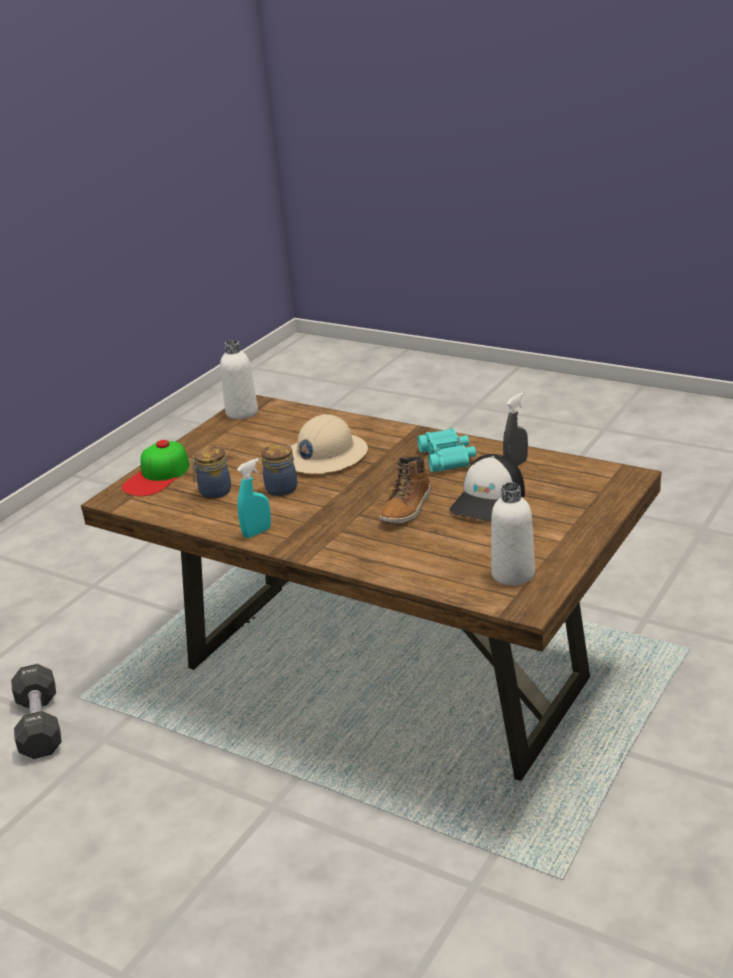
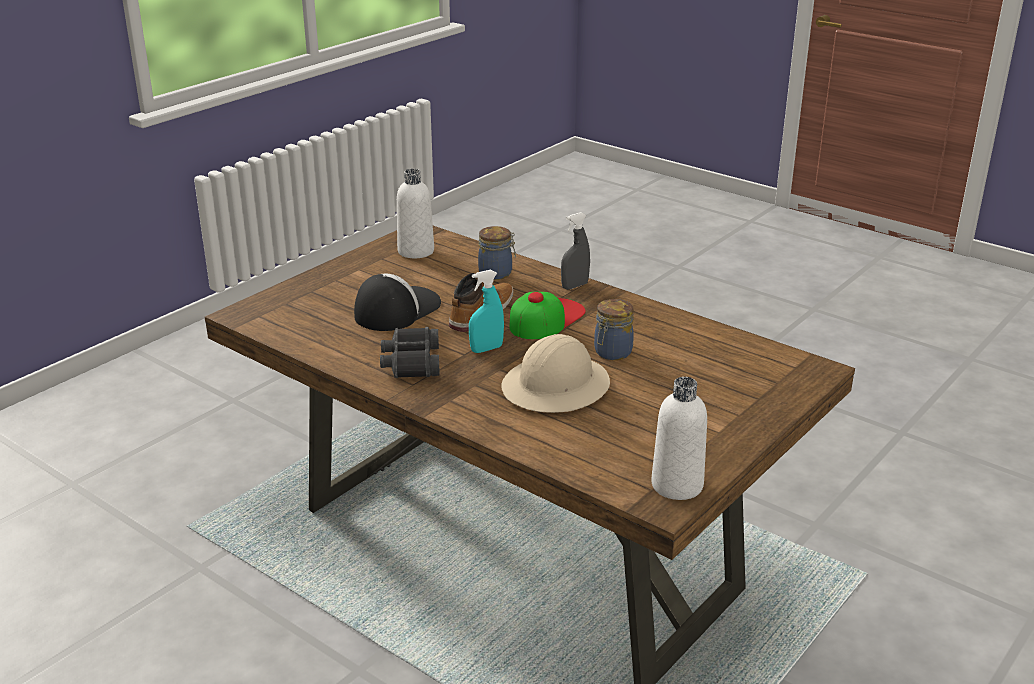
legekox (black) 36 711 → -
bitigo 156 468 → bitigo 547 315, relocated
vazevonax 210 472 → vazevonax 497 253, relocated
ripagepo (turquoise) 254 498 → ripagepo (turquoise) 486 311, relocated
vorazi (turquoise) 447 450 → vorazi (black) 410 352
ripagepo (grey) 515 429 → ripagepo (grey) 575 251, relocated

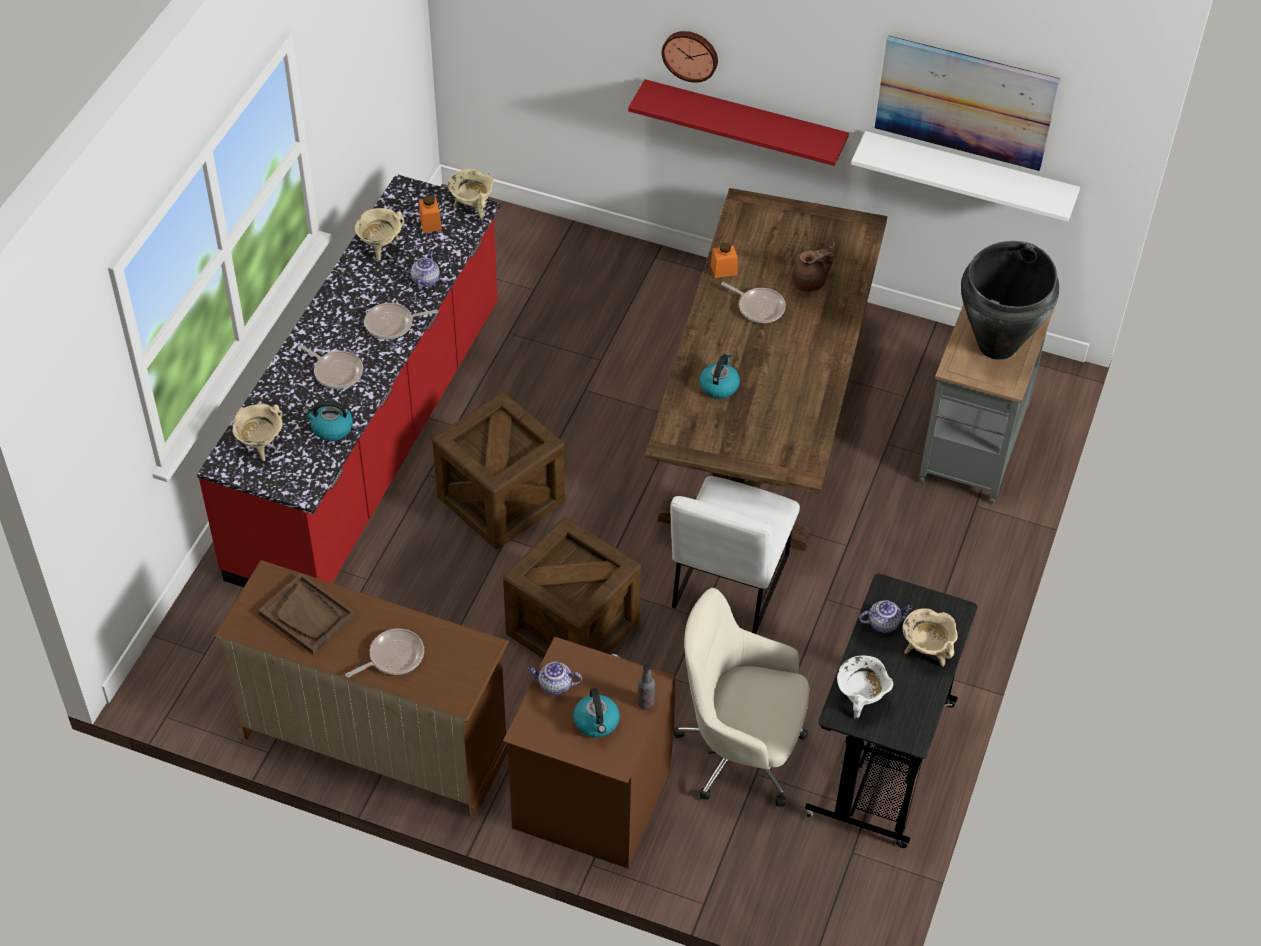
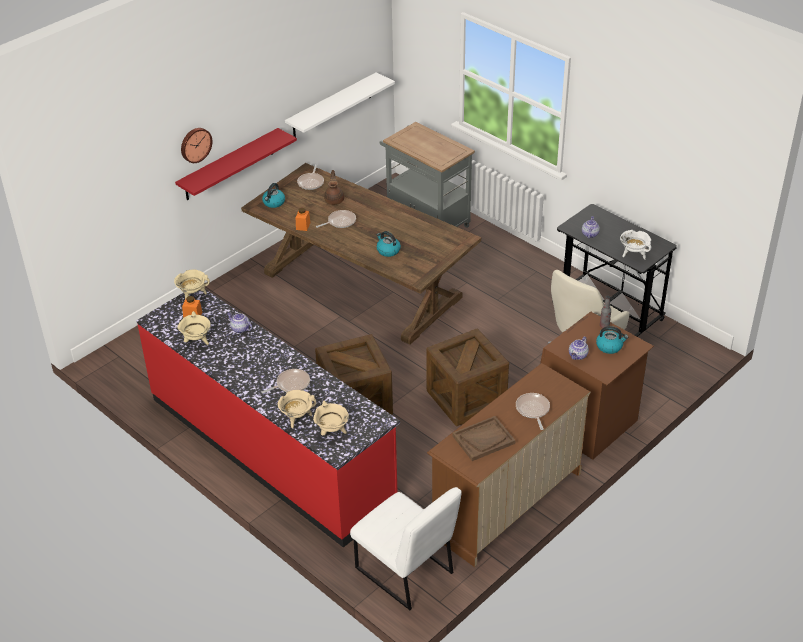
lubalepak 328 420 → lubalepak 273 195, relocated
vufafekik 401 321 → vufafekik 310 177, relocated
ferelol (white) 735 555 → ferelol (white) 406 548, relocated
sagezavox 967 103 → -
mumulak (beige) 930 638 → mumulak (beige) 297 409, relocated
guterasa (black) 1010 300 → -

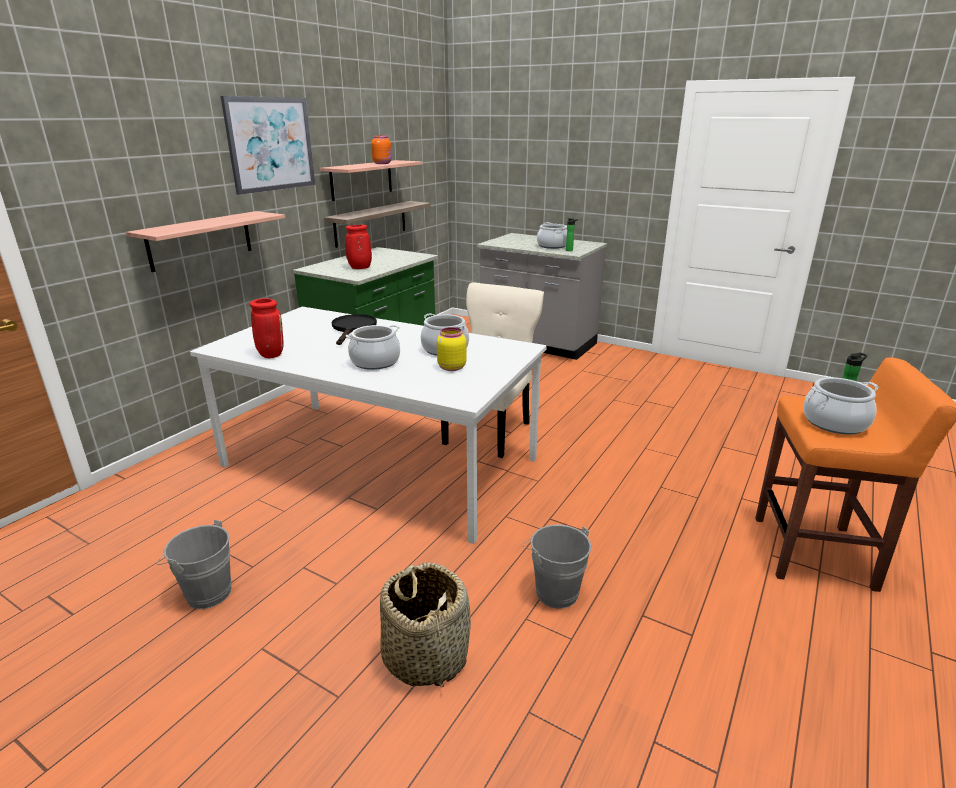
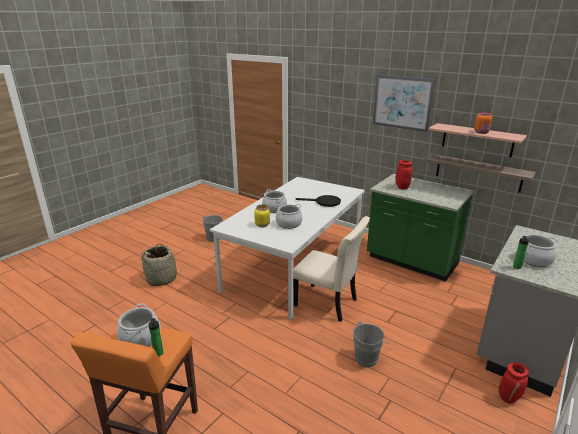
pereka 205 241 → -
guterasa (red) 266 328 → guterasa (red) 514 382, relocated
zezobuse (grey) 557 566 → zezobuse (grey) 371 344, relocated

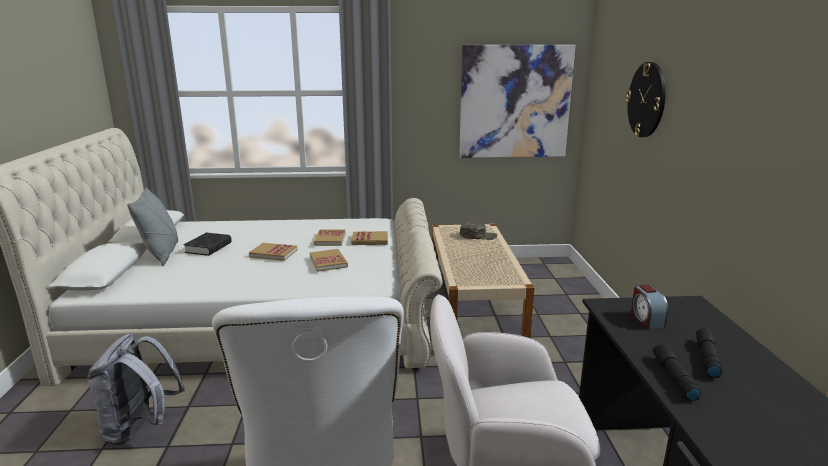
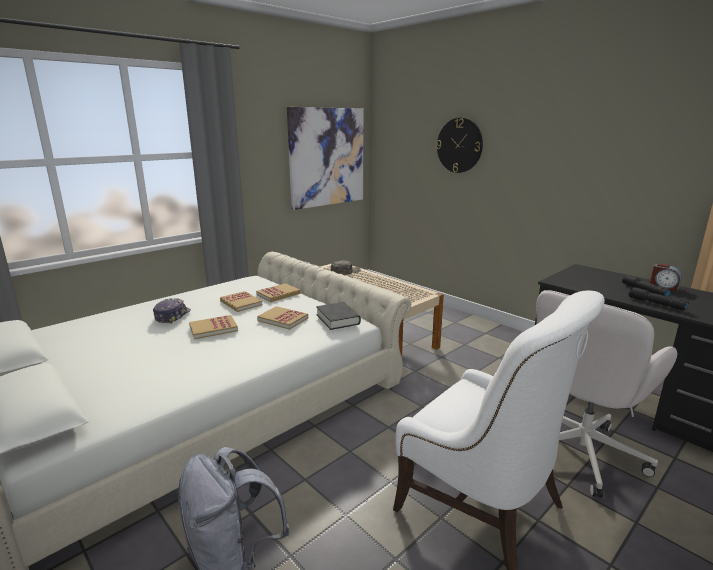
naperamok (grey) 152 226 → -
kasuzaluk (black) 207 244 → kasuzaluk (black) 338 316, relocated
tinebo 649 306 → tinebo 666 277, relocated
- → bitigo 172 311

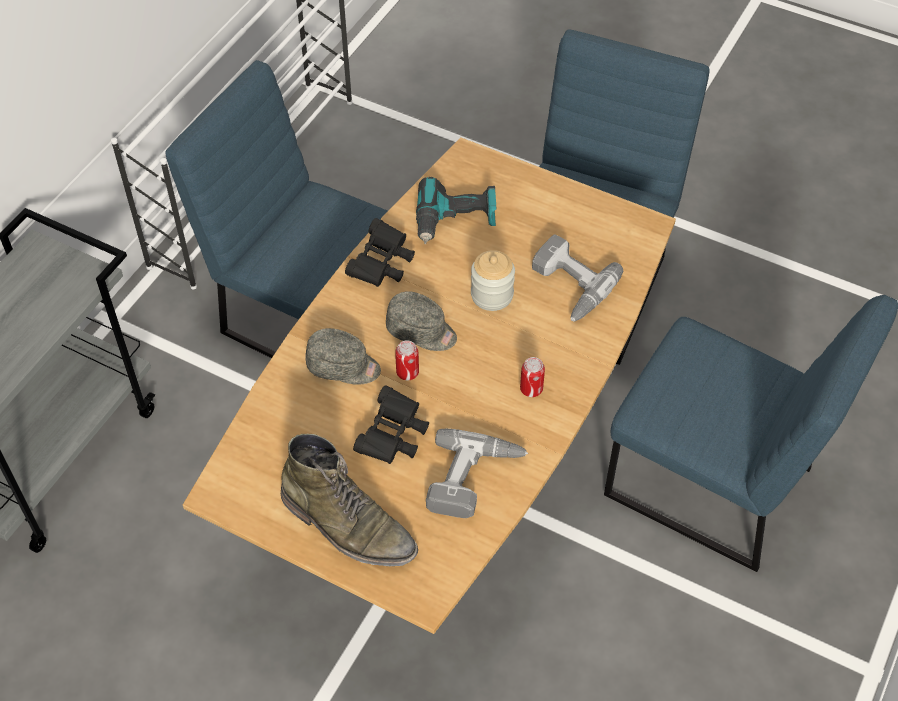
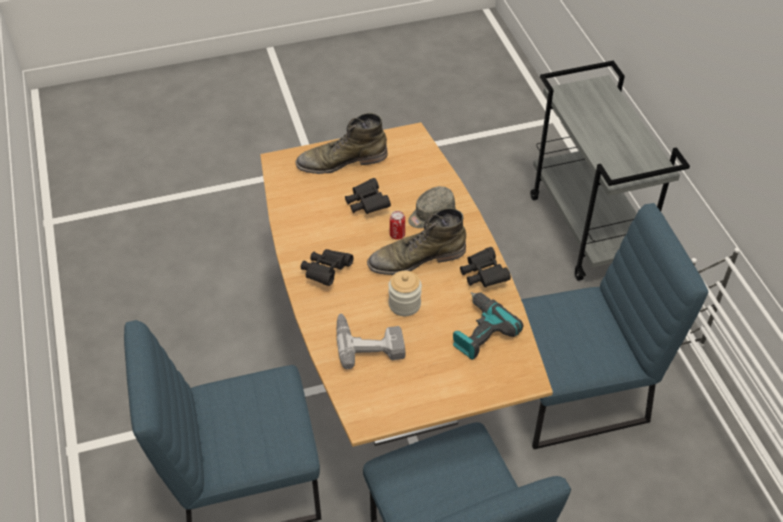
bitigo (grey) 421 321 → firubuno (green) 416 241
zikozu 477 473 → -
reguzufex 532 377 → vorazi (black) 327 267

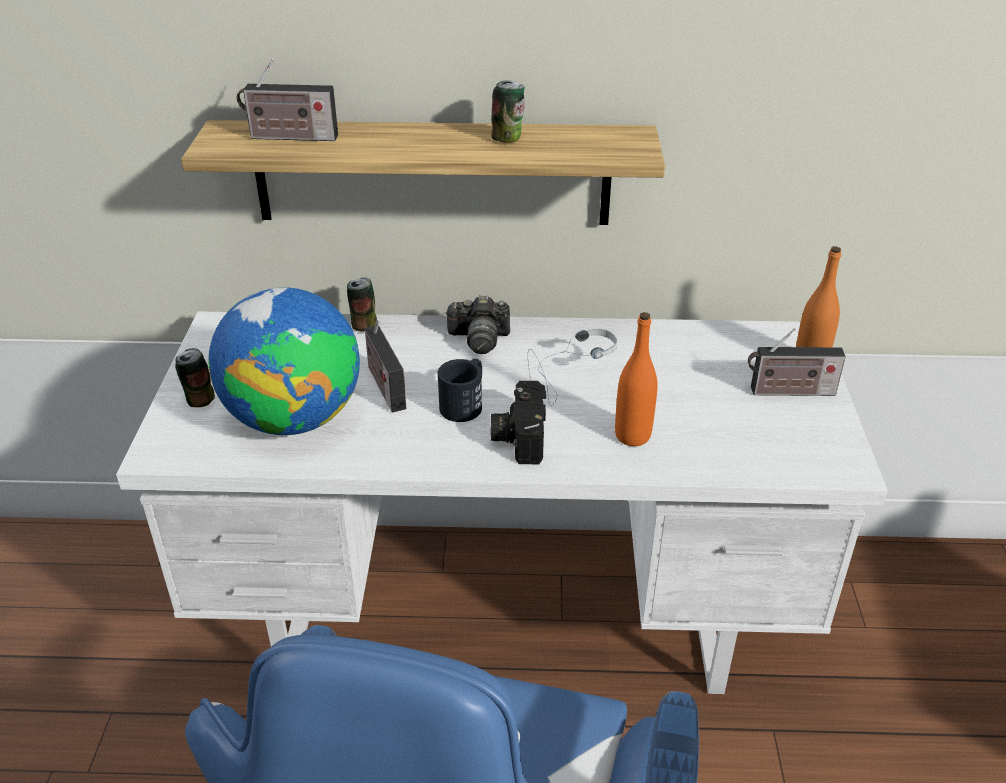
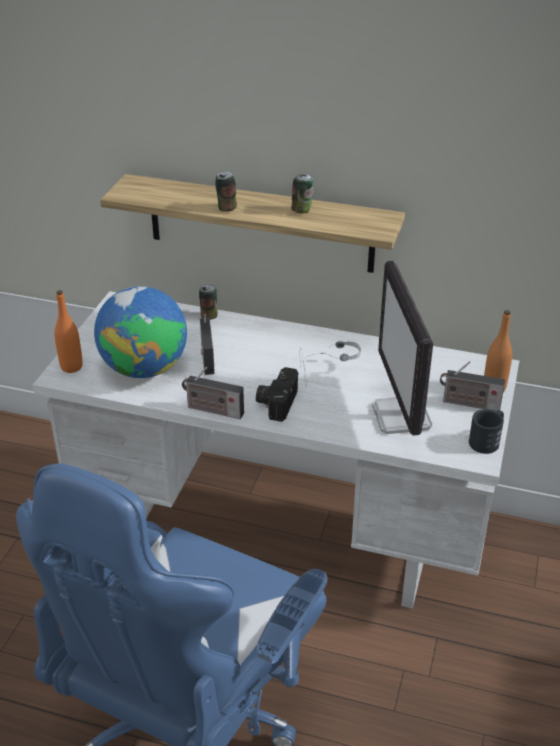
reguzufex 195 377 → reguzufex 226 191, relocated
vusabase 287 100 → vusabase 213 393, relocated
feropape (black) 460 390 → feropape (black) 486 431, relocated
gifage 477 324 → -
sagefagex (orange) 636 379 → sagefagex (orange) 68 331, relocated
- → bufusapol 402 348

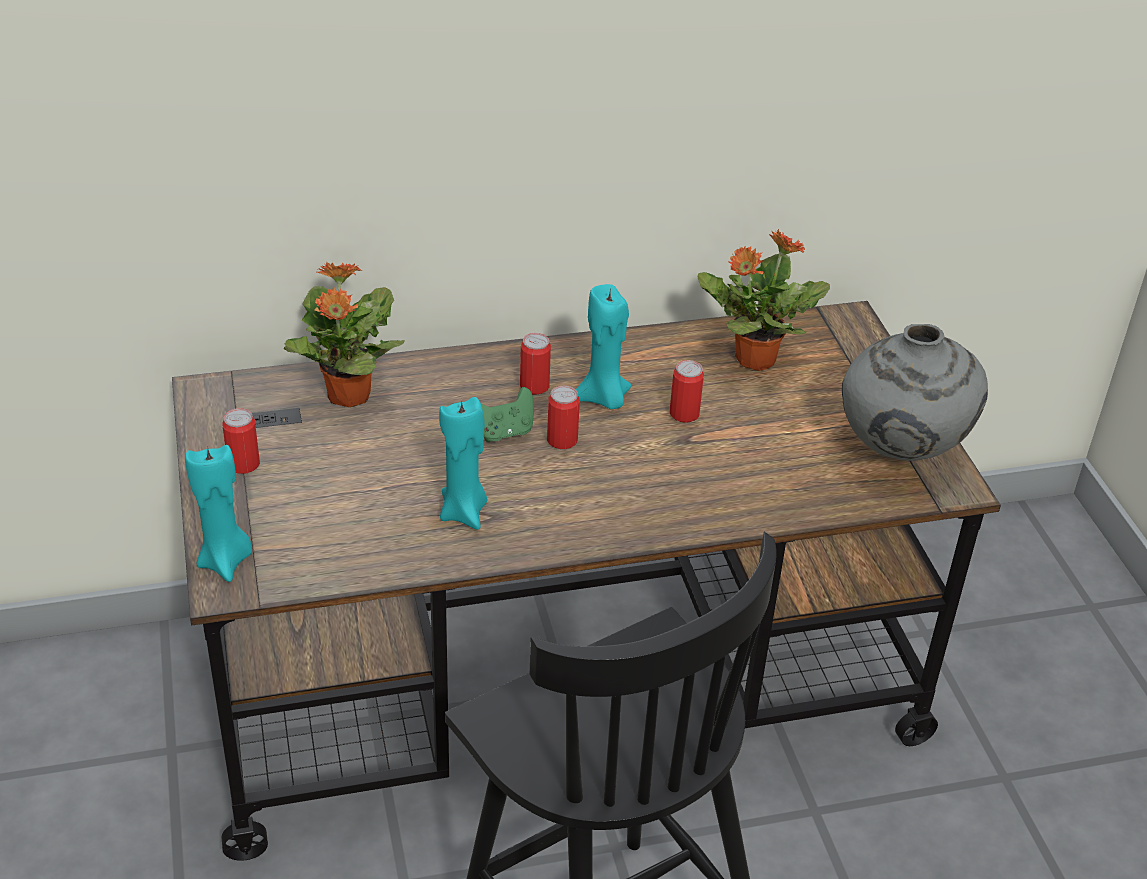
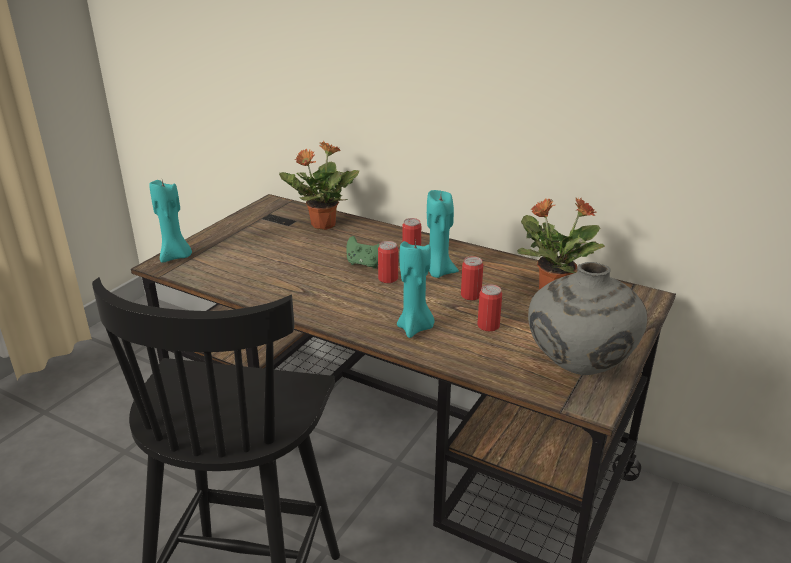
reguzufex 241 441 → reguzufex 489 307, relocated
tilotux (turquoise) 463 463 → tilotux (turquoise) 415 289, relocated

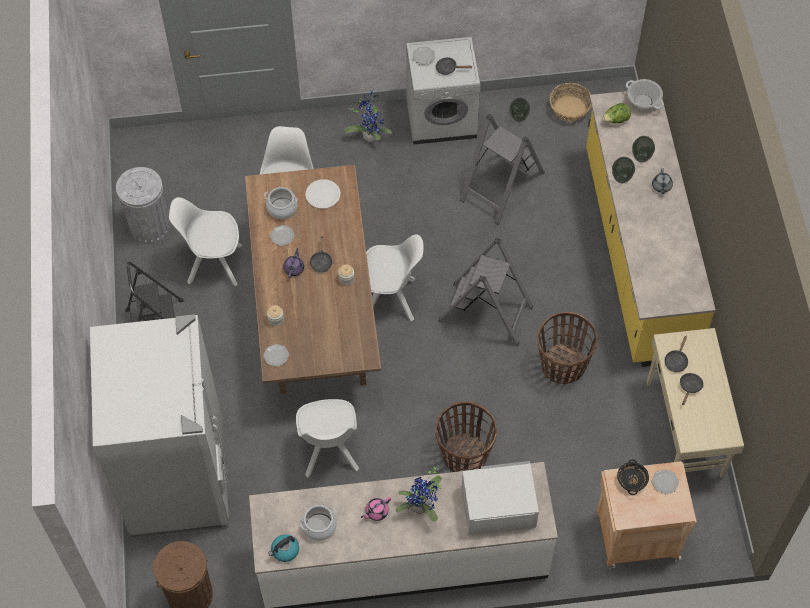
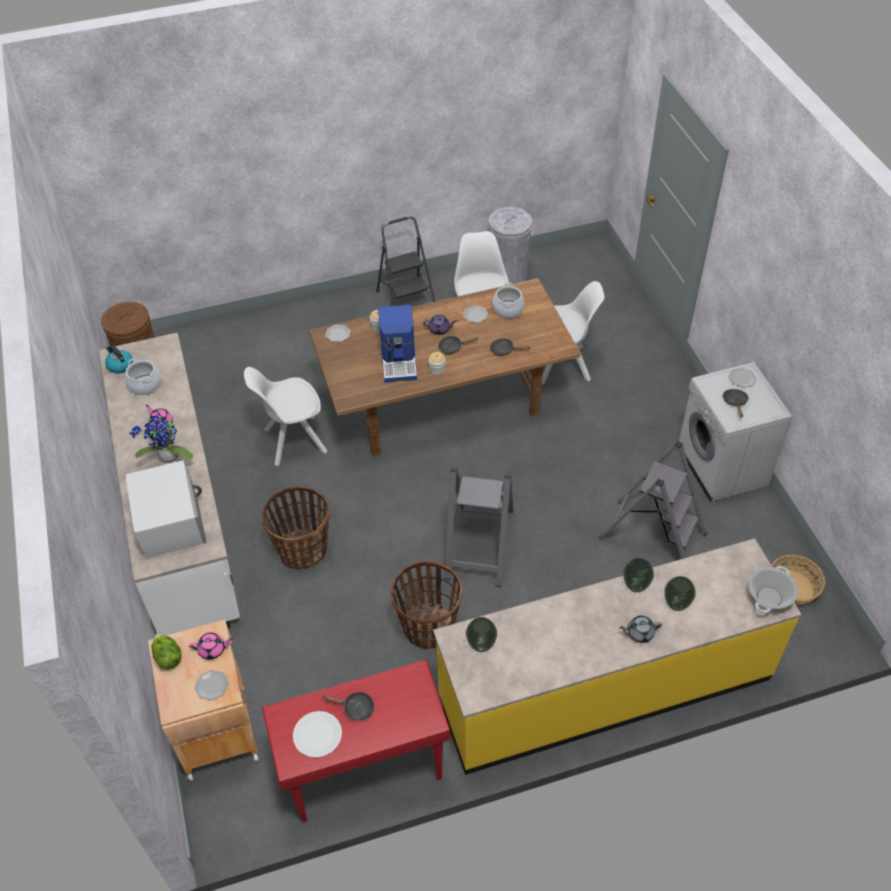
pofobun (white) 159 426 → -
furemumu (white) 323 194 → furemumu (white) 317 734, relocated
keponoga 368 117 → -
ferelol (white) 394 277 → -
guterasa 519 110 → guterasa 481 634, relocated
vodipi 616 113 → vodipi 166 651, relocated
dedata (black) 633 477 → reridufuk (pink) 211 646
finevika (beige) 695 403 → finevika (red) 356 741
vufafekik (black) 676 354 → vufafekik (black) 510 347, relocated
- → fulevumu 397 344

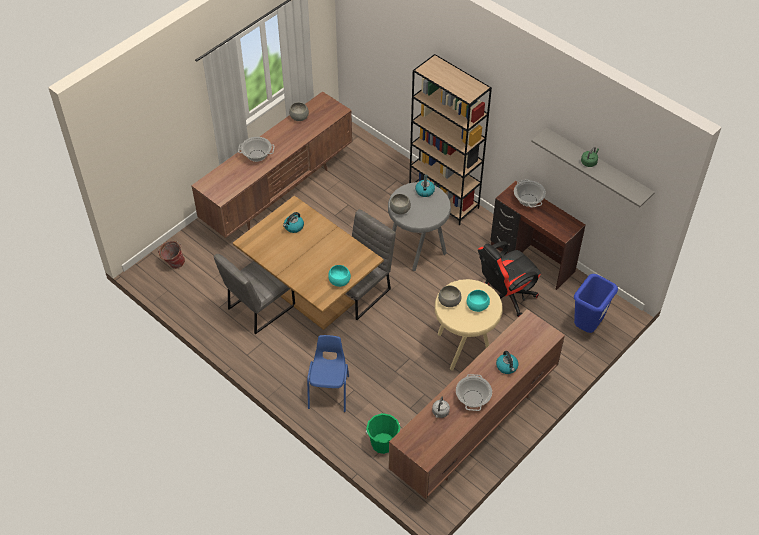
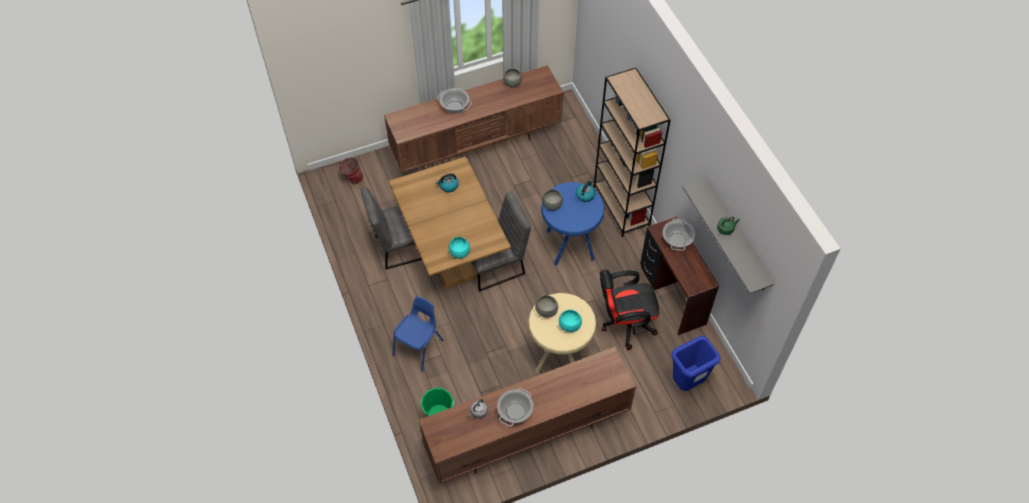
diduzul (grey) 419 226 → diduzul (blue) 573 224
lubalepak 507 362 → -

